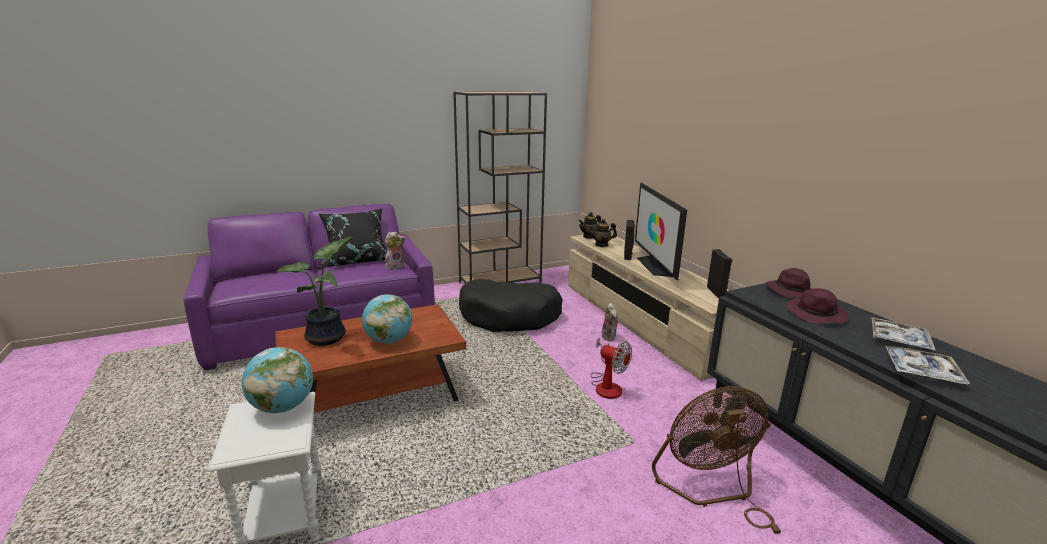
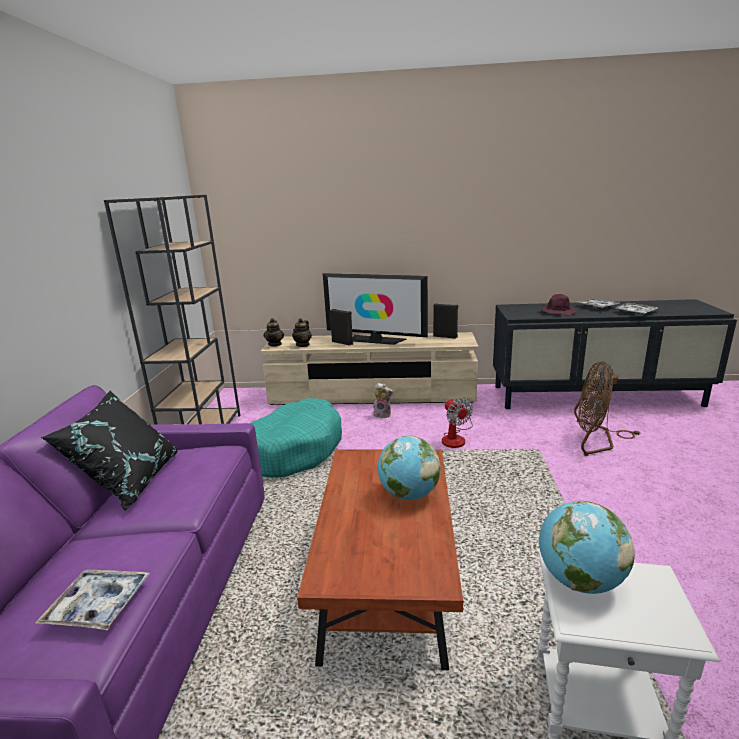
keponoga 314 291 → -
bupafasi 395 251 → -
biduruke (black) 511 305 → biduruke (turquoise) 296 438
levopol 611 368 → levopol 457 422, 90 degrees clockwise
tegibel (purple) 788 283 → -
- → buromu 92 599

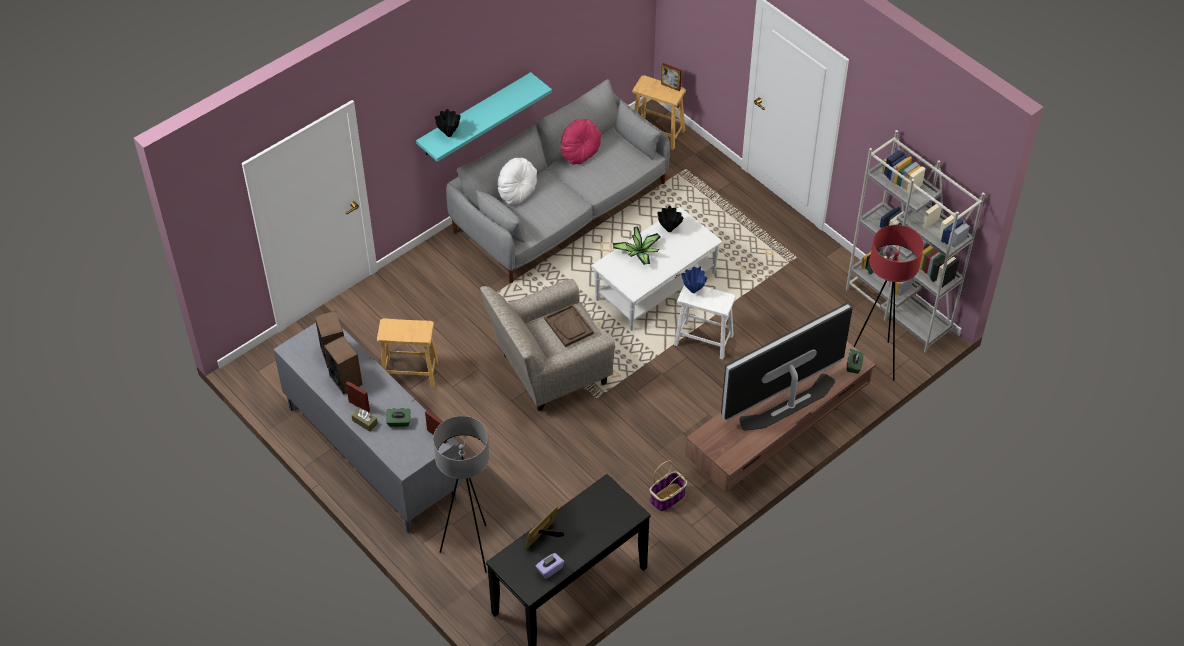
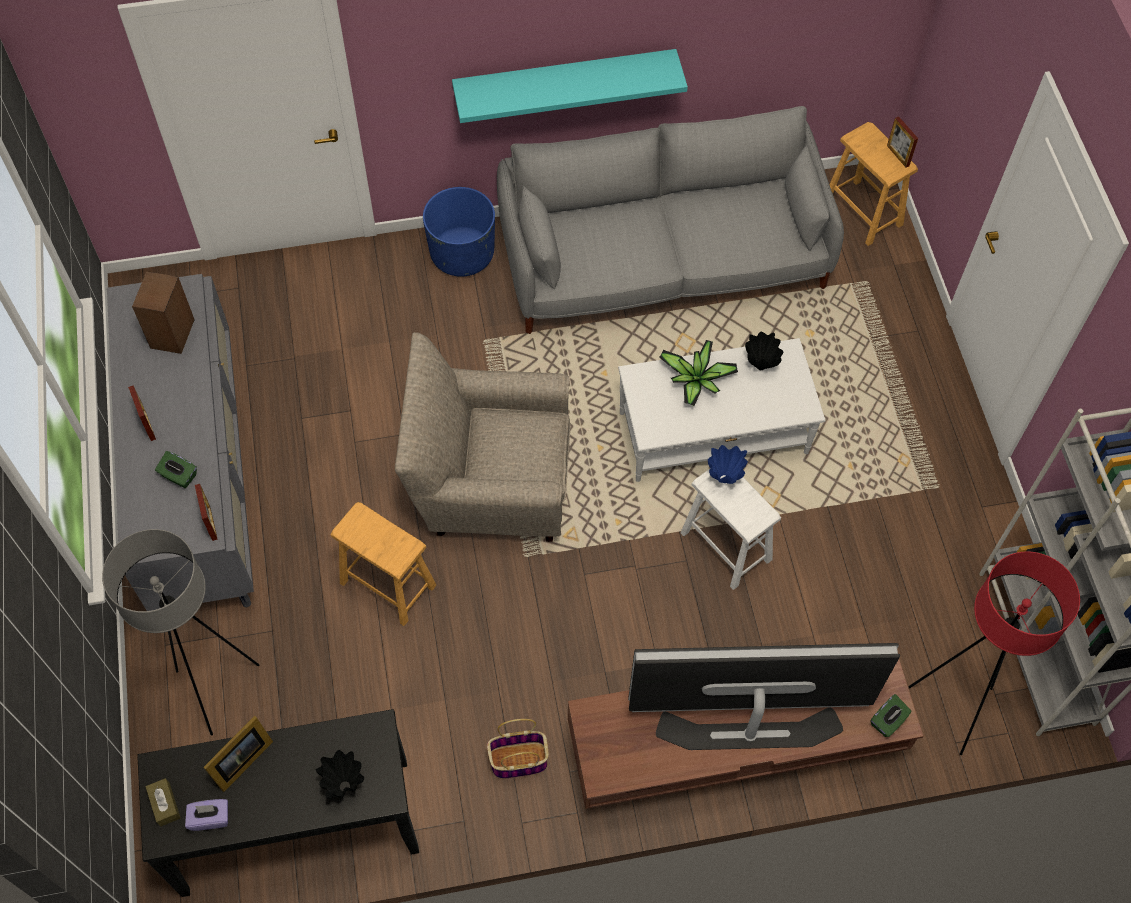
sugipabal 343 365 → -
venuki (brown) 365 419 → venuki (brown) 163 802, relocated
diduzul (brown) 407 353 → diduzul (brown) 383 564, relocated
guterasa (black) 448 123 → guterasa (black) 340 774, relocated
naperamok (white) 517 181 → -
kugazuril 544 527 → kugazuril 238 754, 150 degrees clockwise
buromu (brown) 569 325 → -
naperamok (pink) 580 141 → -
- → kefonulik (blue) 459 232

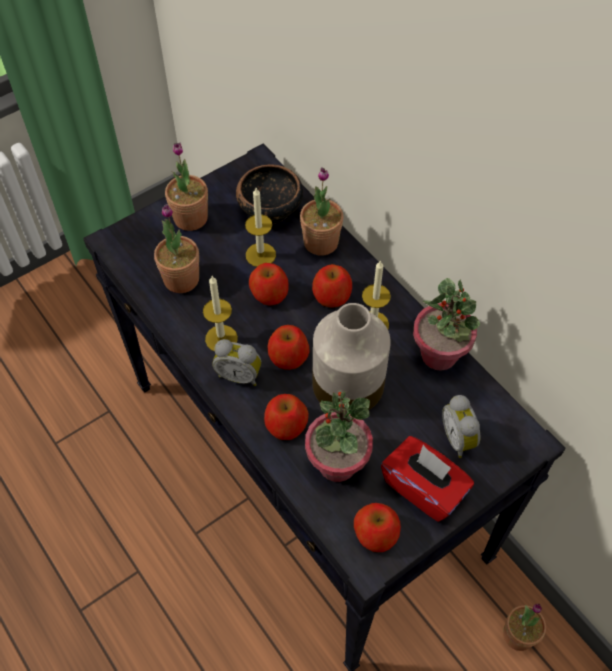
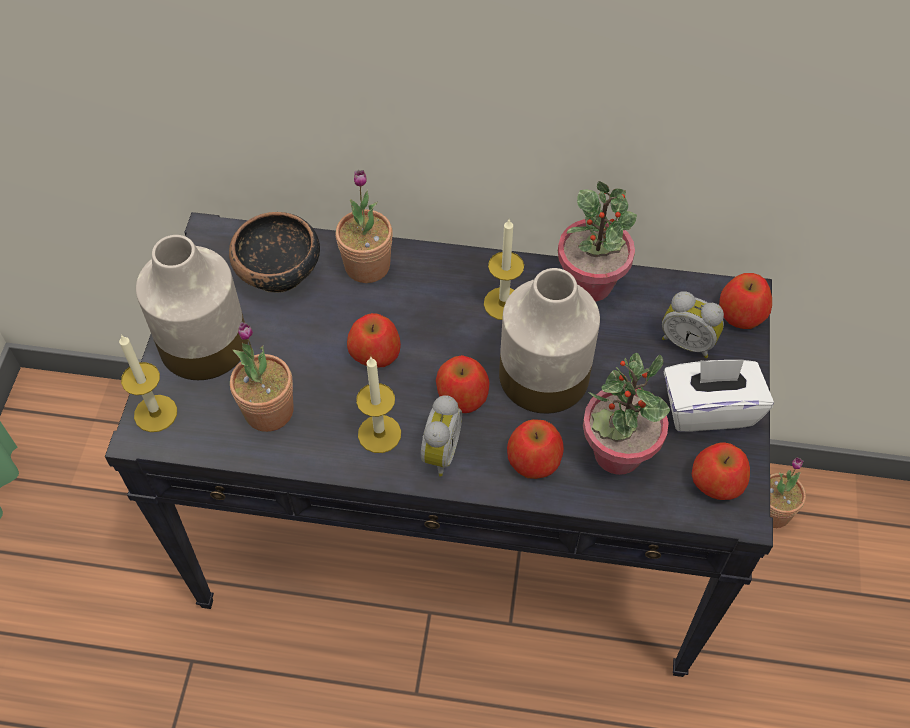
keponoga 186 186 → guterasa (beige) 192 307
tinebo 236 362 → tinebo 441 436, 45 degrees counterclockwise
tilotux 260 227 → tilotux 148 383, relocated
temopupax 332 286 → temopupax 745 301, relocated
venuki (red) 427 479 → venuki (white) 718 396

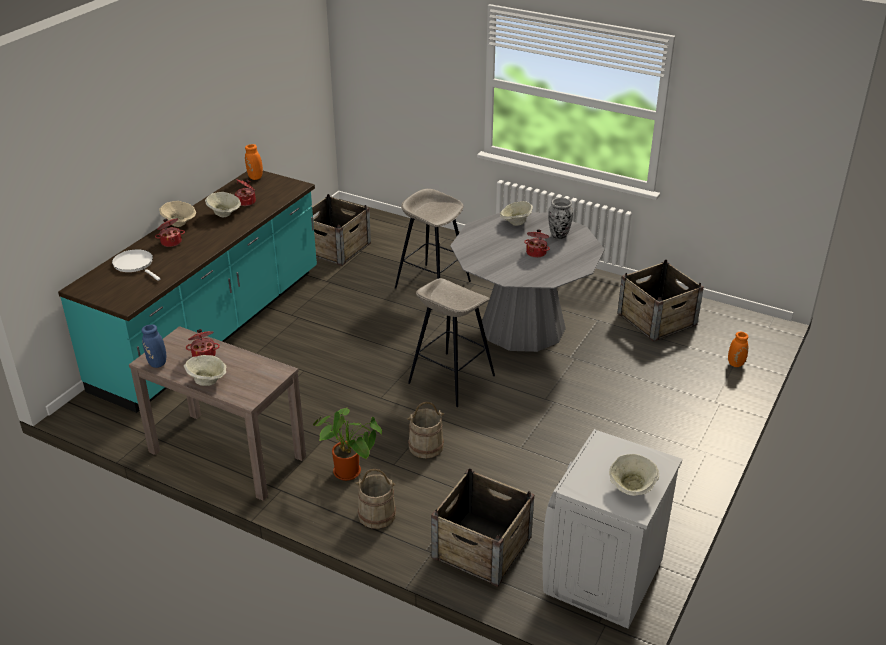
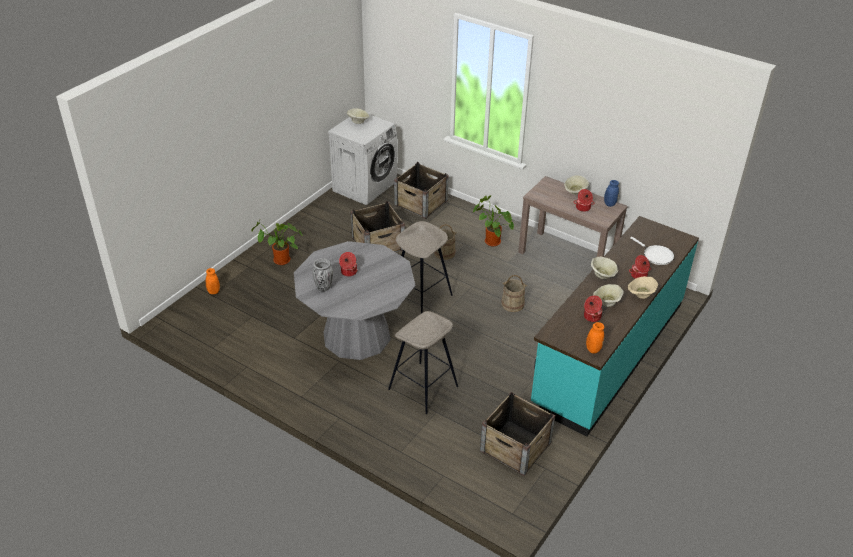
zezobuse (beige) 375 499 → zezobuse (beige) 514 293, relocated
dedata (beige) 516 213 → dedata (beige) 604 268, relocated
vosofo 660 301 → vosofo 378 226, relocated
- → keponoga 277 242

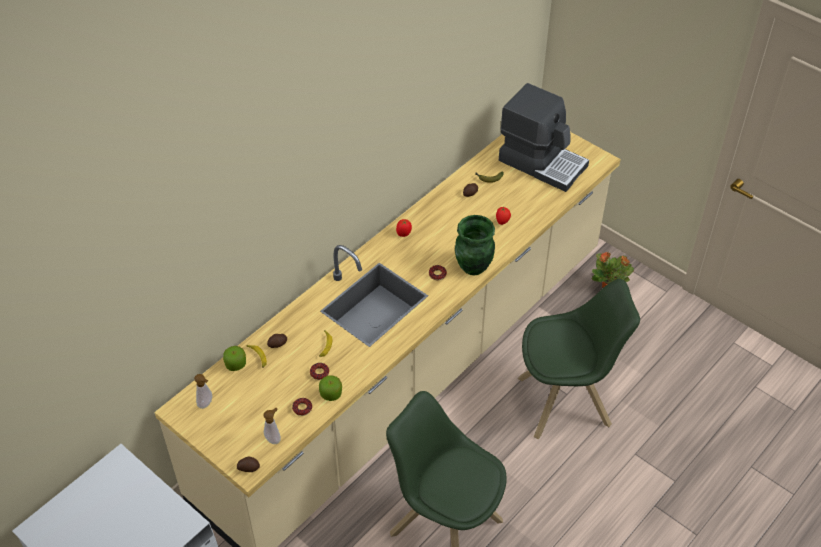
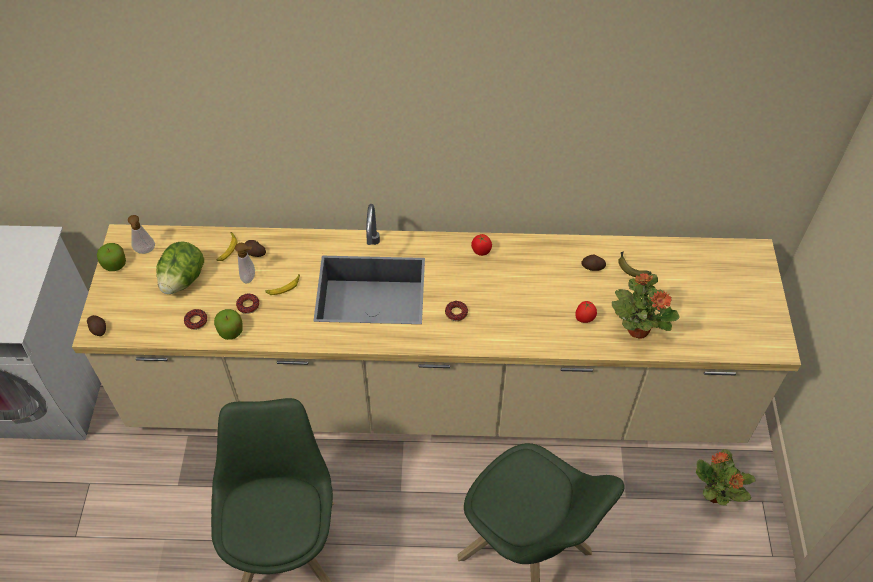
temopupax 234 358 → temopupax 111 257, relocated
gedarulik 272 426 → gedarulik 245 263, relocated
guterasa (green) 475 245 → -
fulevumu 544 137 → -
- → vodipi 180 267
- → keponoga 645 306

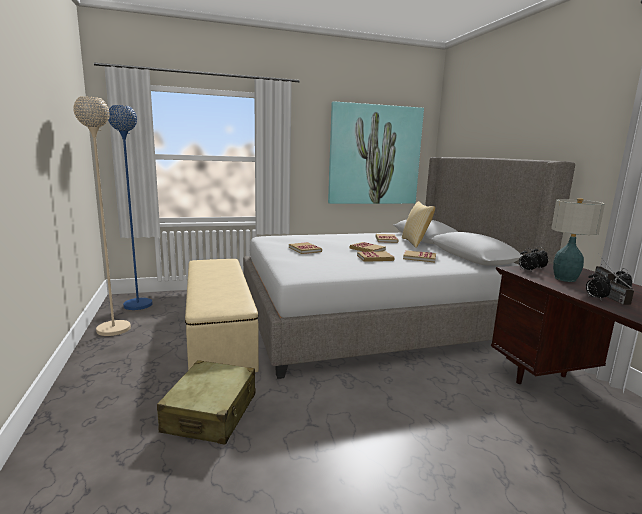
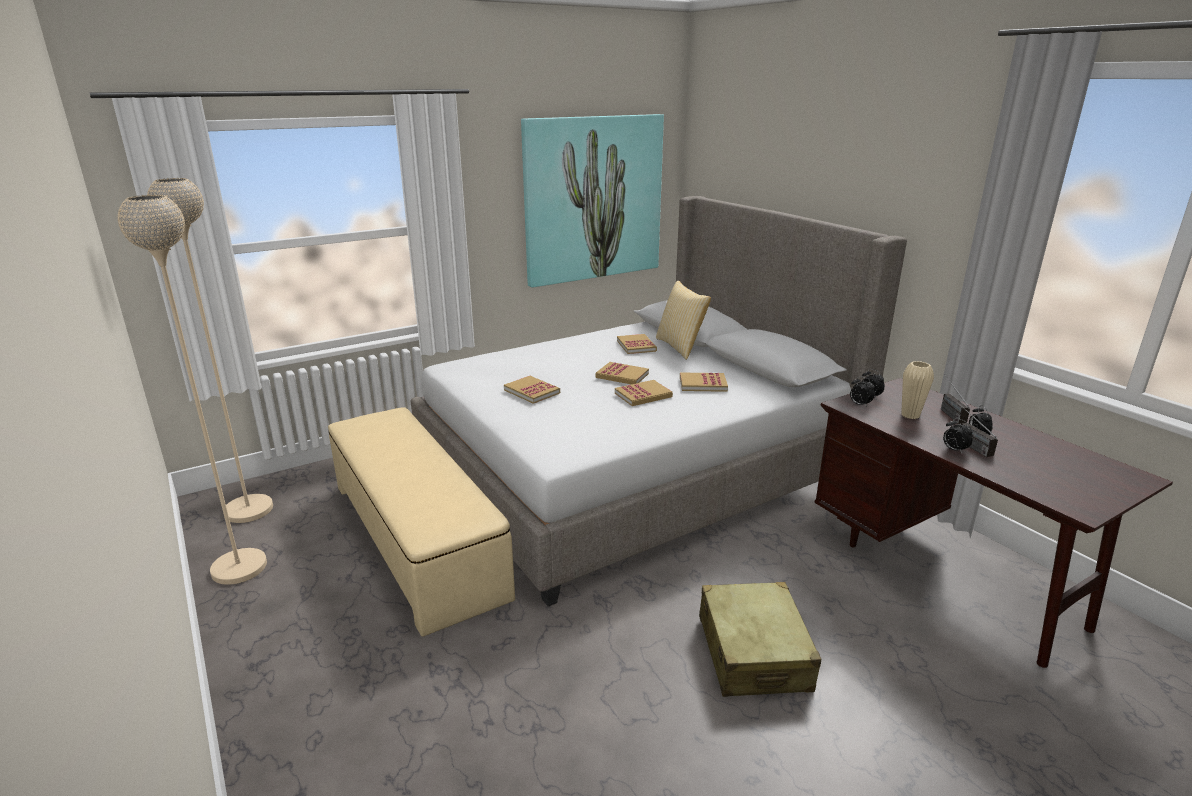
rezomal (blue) 130 207 → rezomal (beige) 210 350
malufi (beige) 206 402 → malufi (beige) 760 639, relocated
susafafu 578 240 → guterasa (beige) 917 390

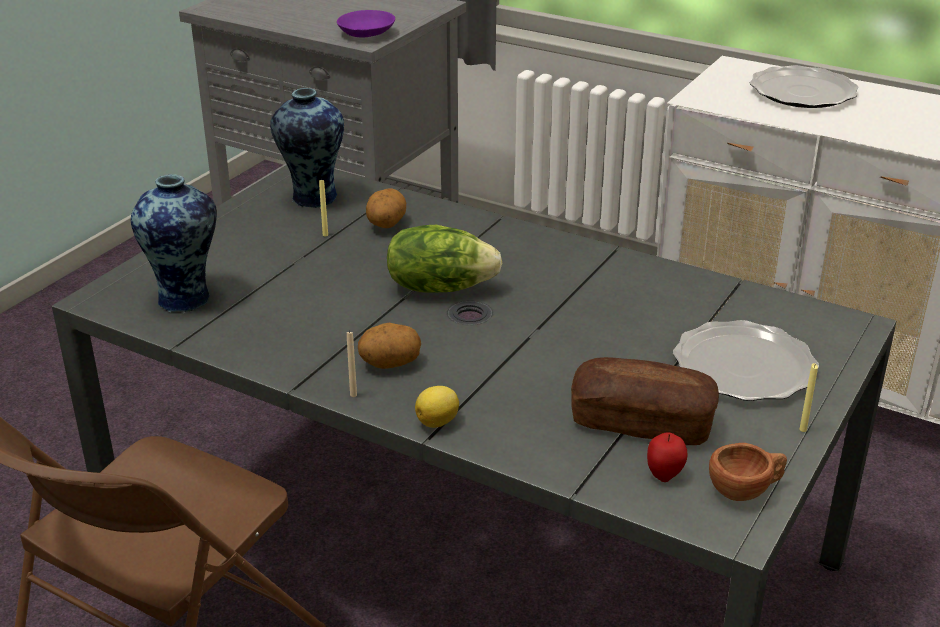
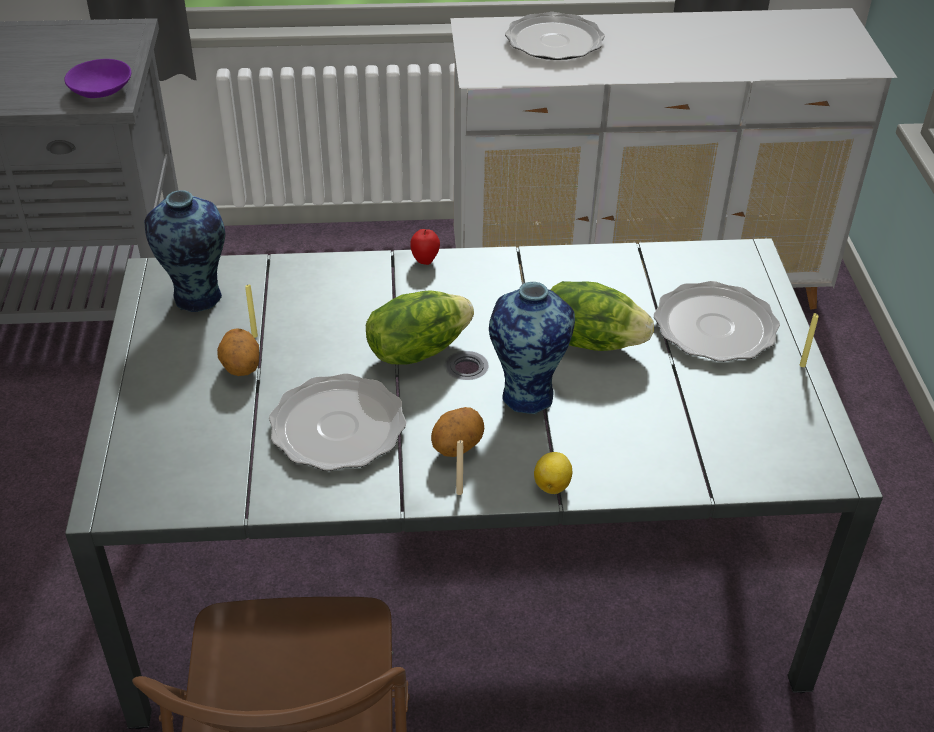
guterasa 174 243 → guterasa 532 348, relocated
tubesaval 386 208 → tubesaval 238 352, relocated
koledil 645 401 → -
temopupax 667 457 → temopupax 425 247, relocated
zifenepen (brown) 748 472 → -
- → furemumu 337 422
- → vodipi 602 316

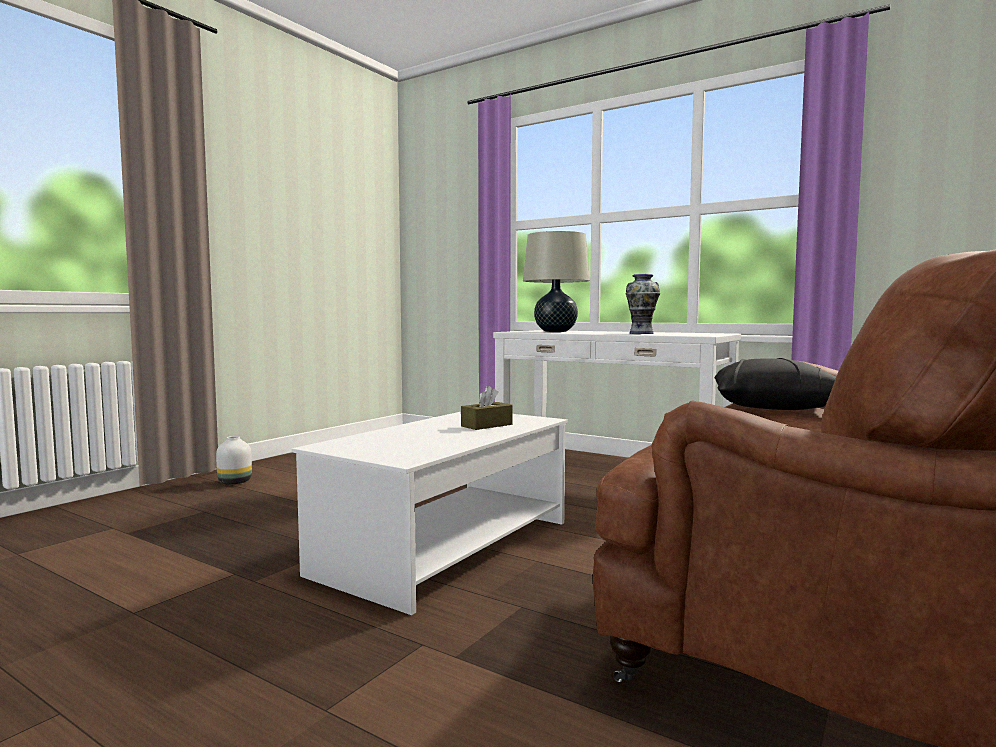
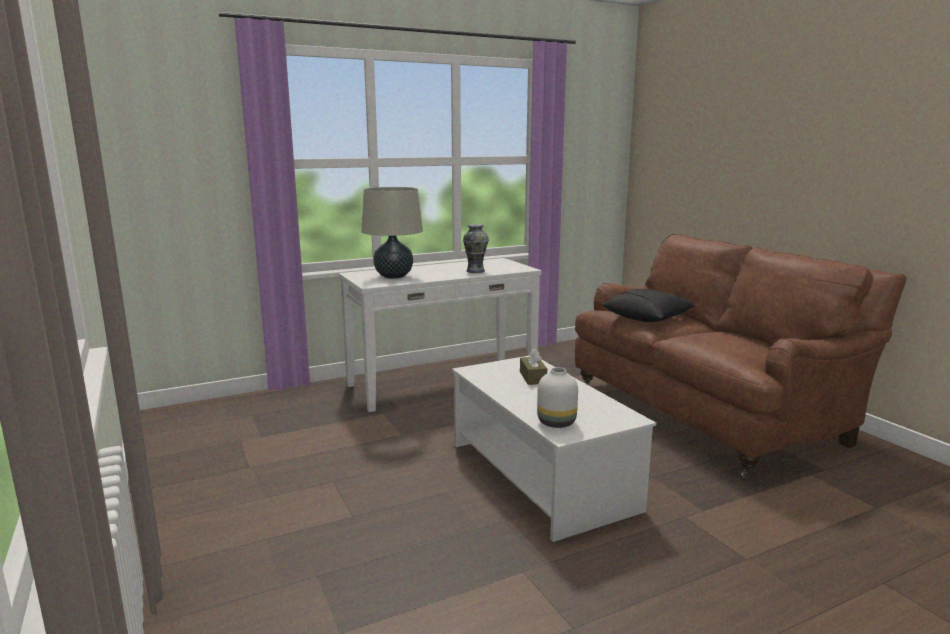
guterasa (white) 234 460 → guterasa (white) 557 397, relocated

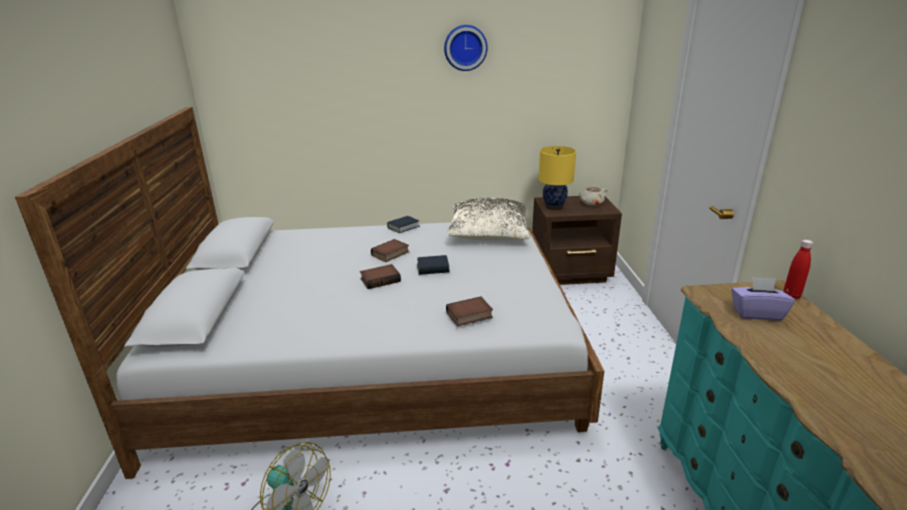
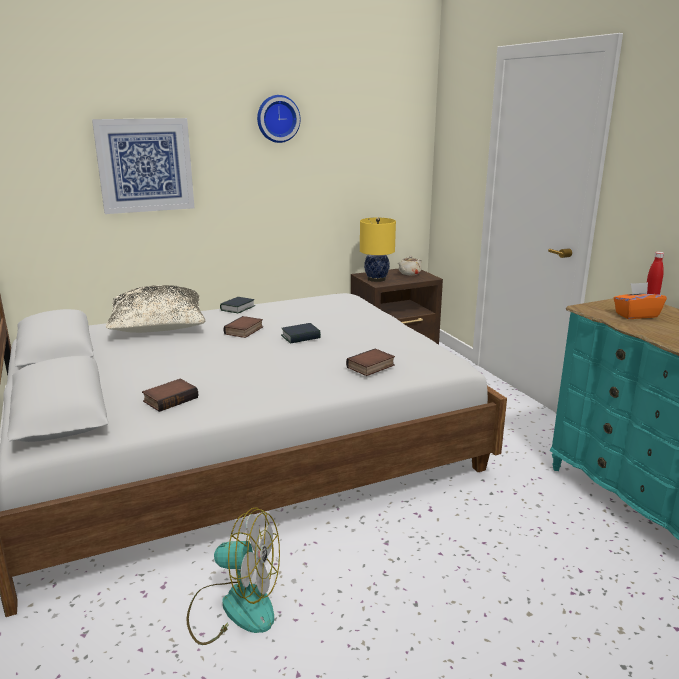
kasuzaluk 380 276 → kasuzaluk 170 395, relocated
naperamok (beige) 489 219 → naperamok (beige) 155 309, relocated
venuki (purple) 763 299 → venuki (orange) 640 300
- → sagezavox 143 166

